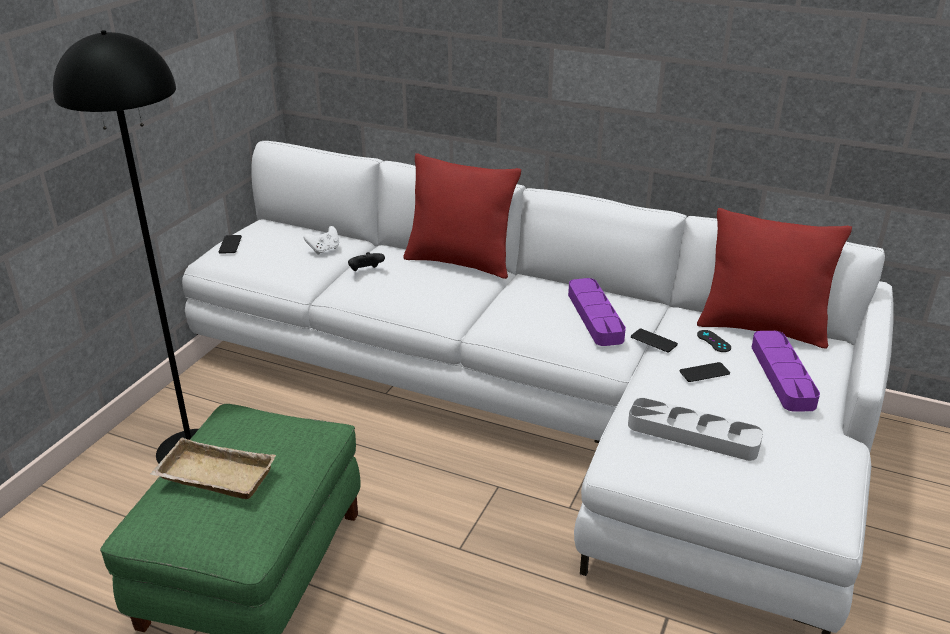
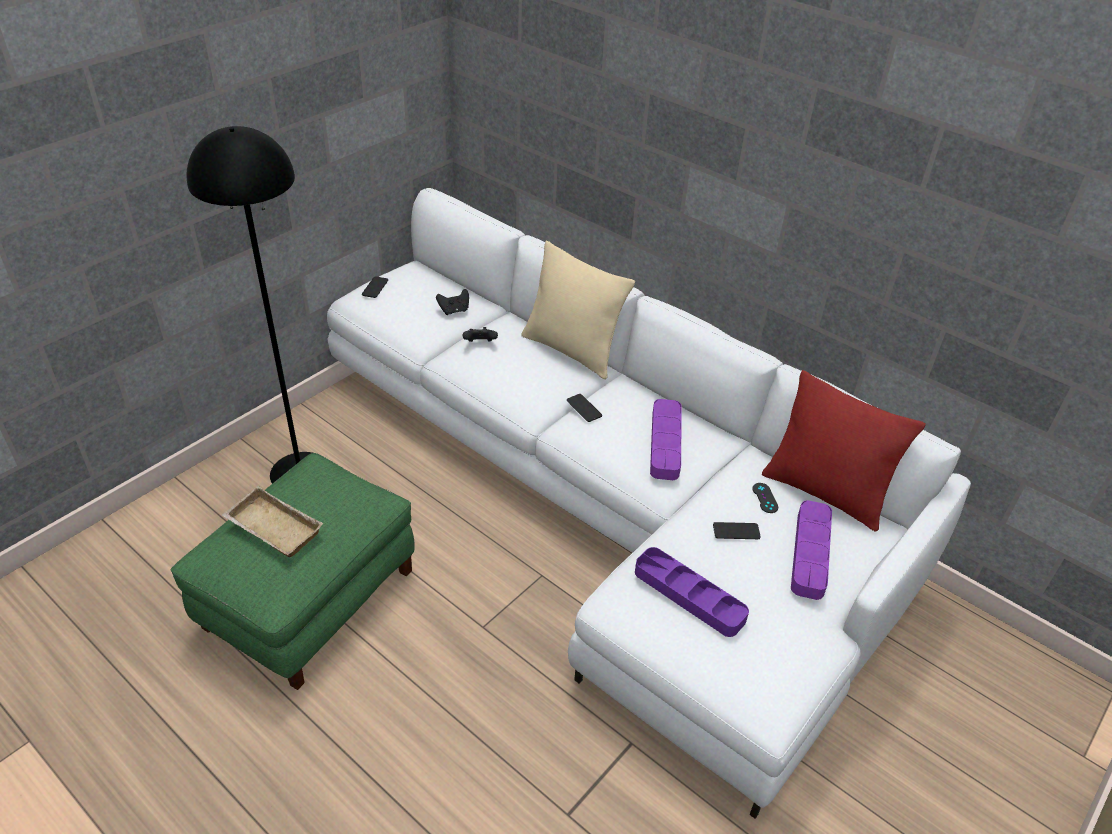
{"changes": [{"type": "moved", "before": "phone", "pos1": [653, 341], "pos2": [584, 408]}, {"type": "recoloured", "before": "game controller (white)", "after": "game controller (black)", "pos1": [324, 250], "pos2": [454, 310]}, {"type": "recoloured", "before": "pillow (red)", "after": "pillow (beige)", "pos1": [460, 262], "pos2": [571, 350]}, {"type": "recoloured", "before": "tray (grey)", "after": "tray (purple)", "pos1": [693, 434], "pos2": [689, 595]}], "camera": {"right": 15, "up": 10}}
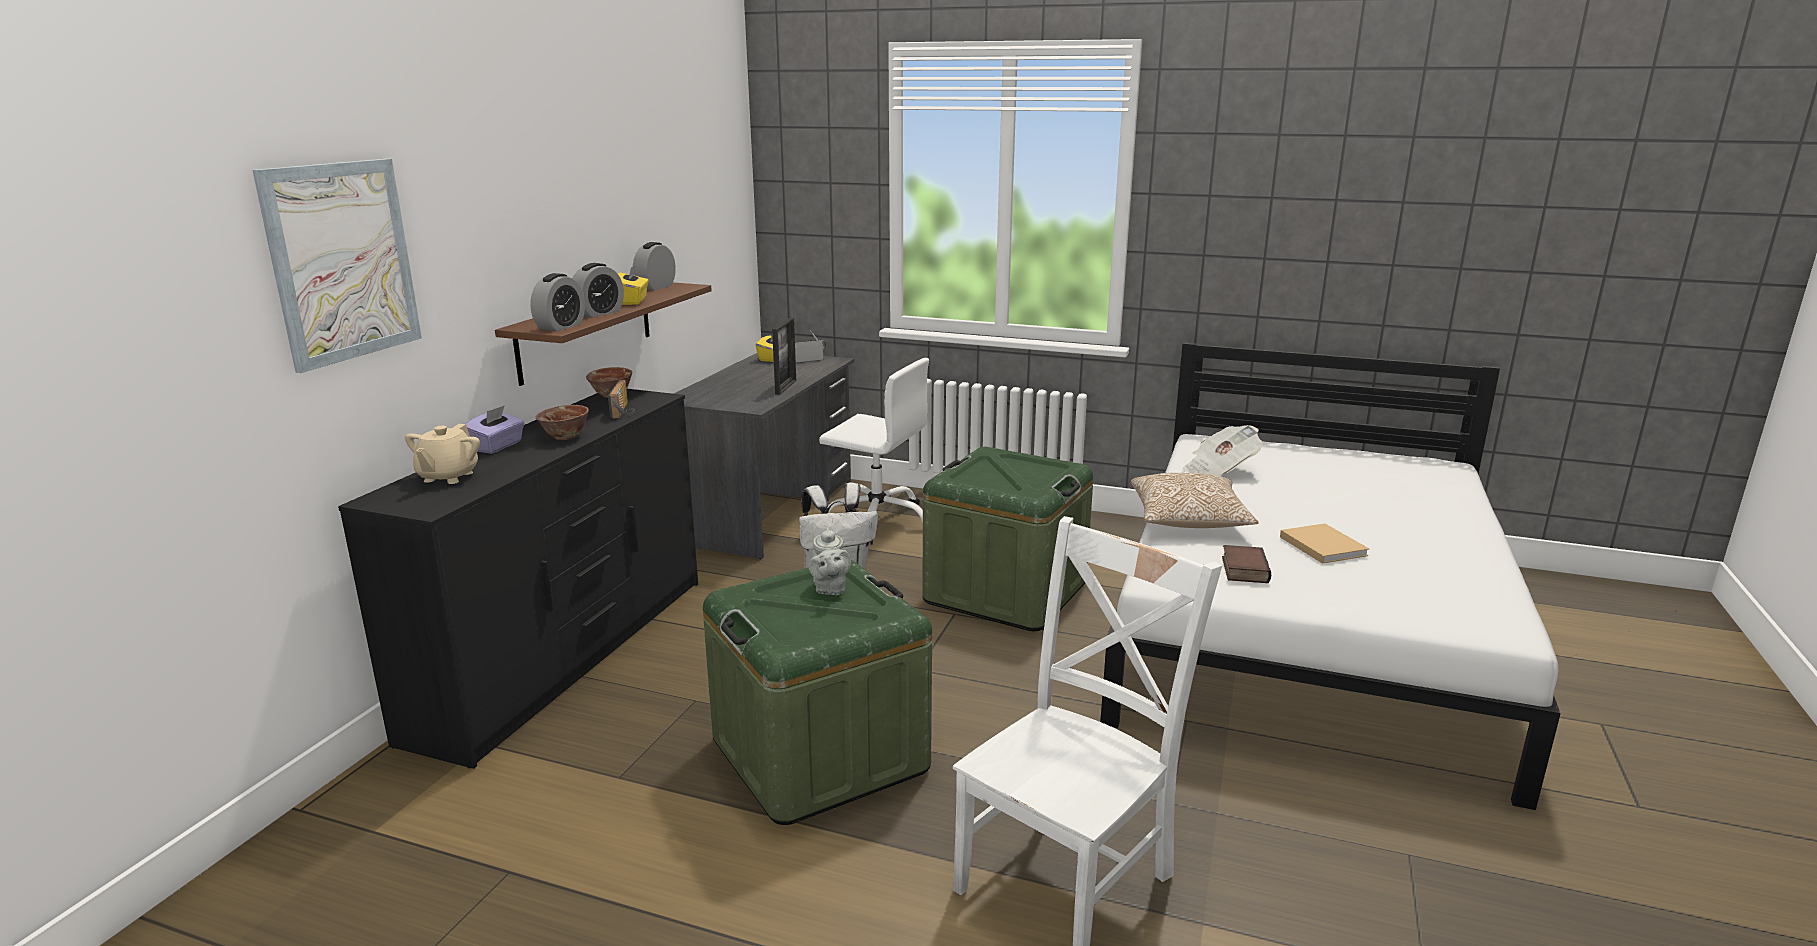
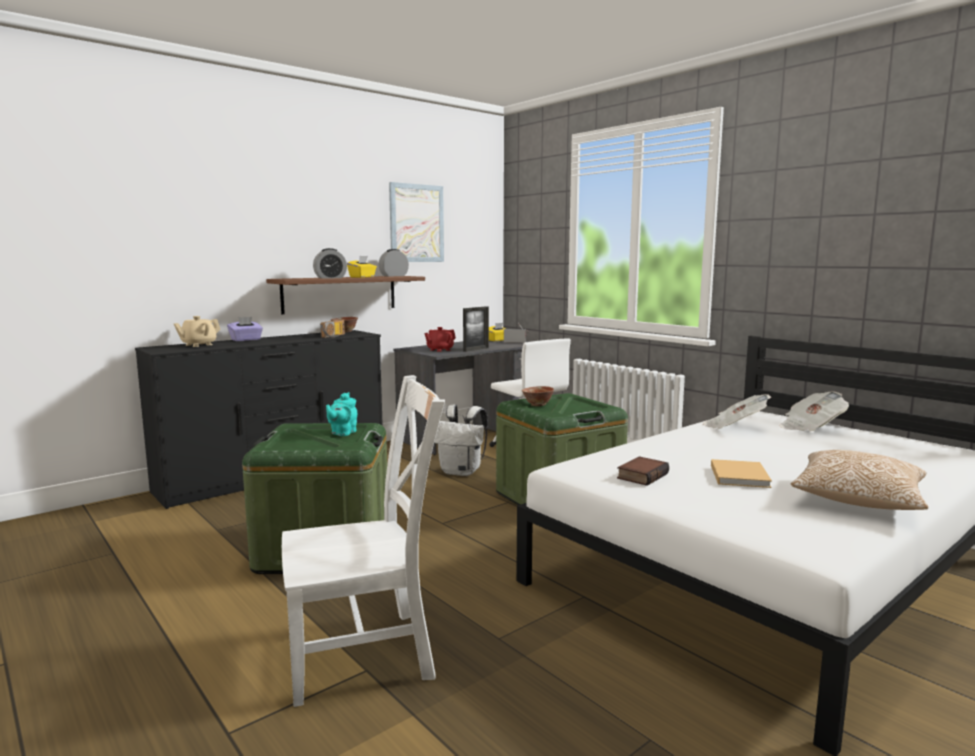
{"changes": [{"type": "removed", "before": "alarm clock", "pos1": [560, 326]}, {"type": "added", "after": "teapot (red)", "pos2": [439, 350]}, {"type": "added", "after": "newspaper", "pos2": [810, 427]}, {"type": "moved", "before": "picture", "pos1": [342, 262], "pos2": [416, 223]}, {"type": "moved", "before": "bowl", "pos1": [565, 437], "pos2": [537, 405]}, {"type": "moved", "before": "pillow", "pos1": [1188, 521], "pos2": [857, 501]}, {"type": "recoloured", "before": "teapot (grey)", "after": "teapot (turquoise)", "pos1": [829, 589], "pos2": [342, 433]}], "camera": {"right": 30, "up": -10}}
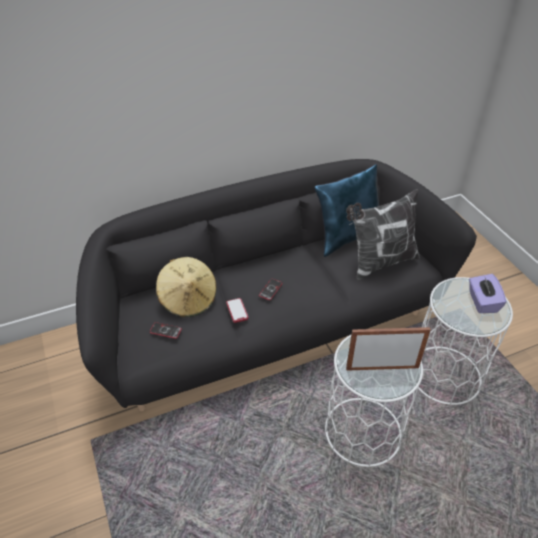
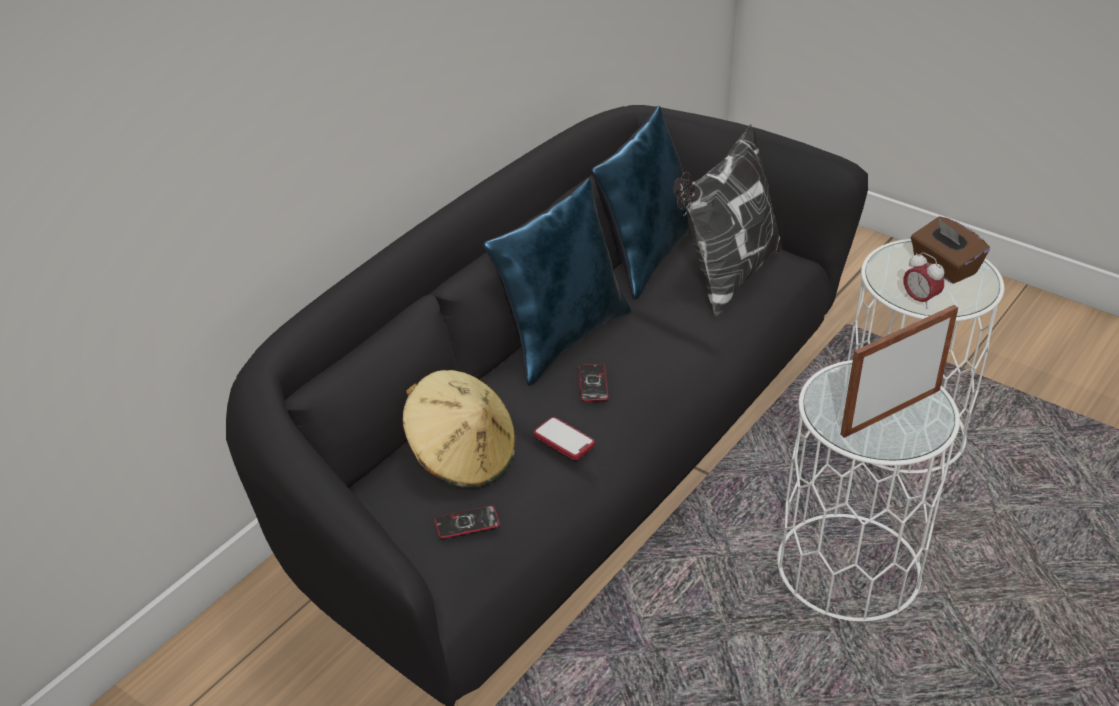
{"changes": [{"type": "added", "after": "pillow (blue)", "pos2": [561, 337]}, {"type": "added", "after": "alarm clock", "pos2": [919, 300]}, {"type": "recoloured", "before": "tissue box (purple)", "after": "tissue box (brown)", "pos1": [482, 302], "pos2": [944, 267]}], "camera": {"right": -30, "up": -5}}
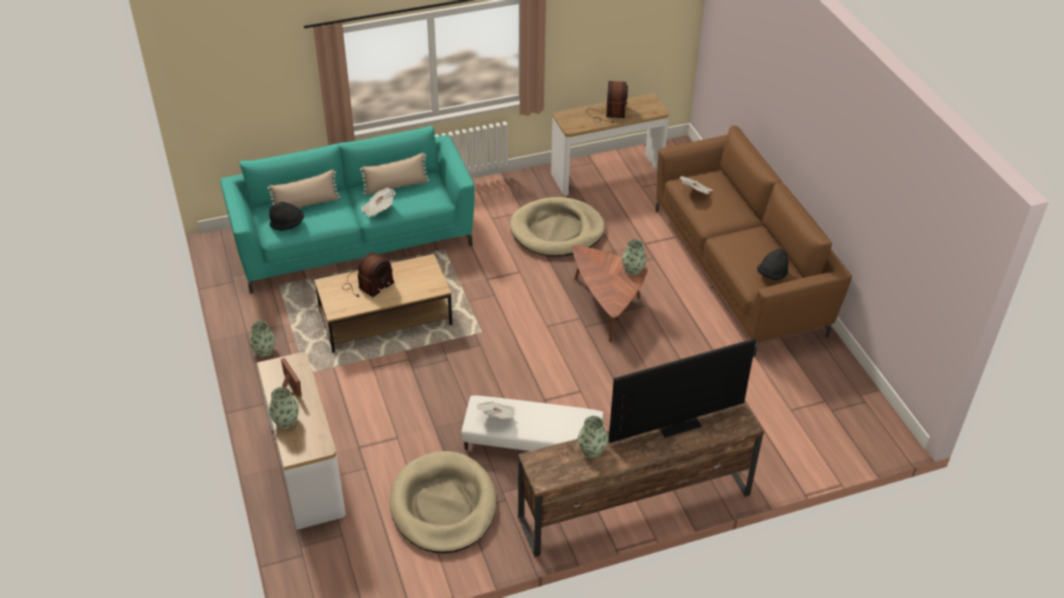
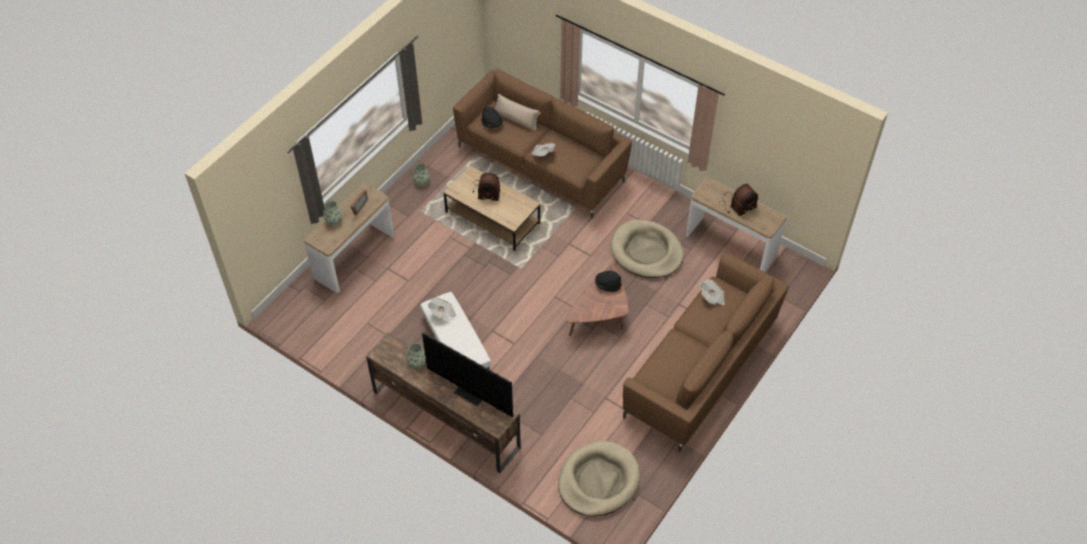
{"changes": [{"type": "removed", "before": "pillow (beige)", "pos1": [396, 186]}, {"type": "removed", "before": "vase", "pos1": [633, 269]}, {"type": "moved", "before": "dog bed (beige)", "pos1": [443, 506], "pos2": [598, 481]}, {"type": "moved", "before": "hat (black)", "pos1": [772, 274], "pos2": [607, 285]}, {"type": "recoloured", "before": "sofa (turquoise)", "after": "sofa (brown)", "pos1": [354, 243], "pos2": [541, 163]}], "camera": {"right": 55, "up": 10}}
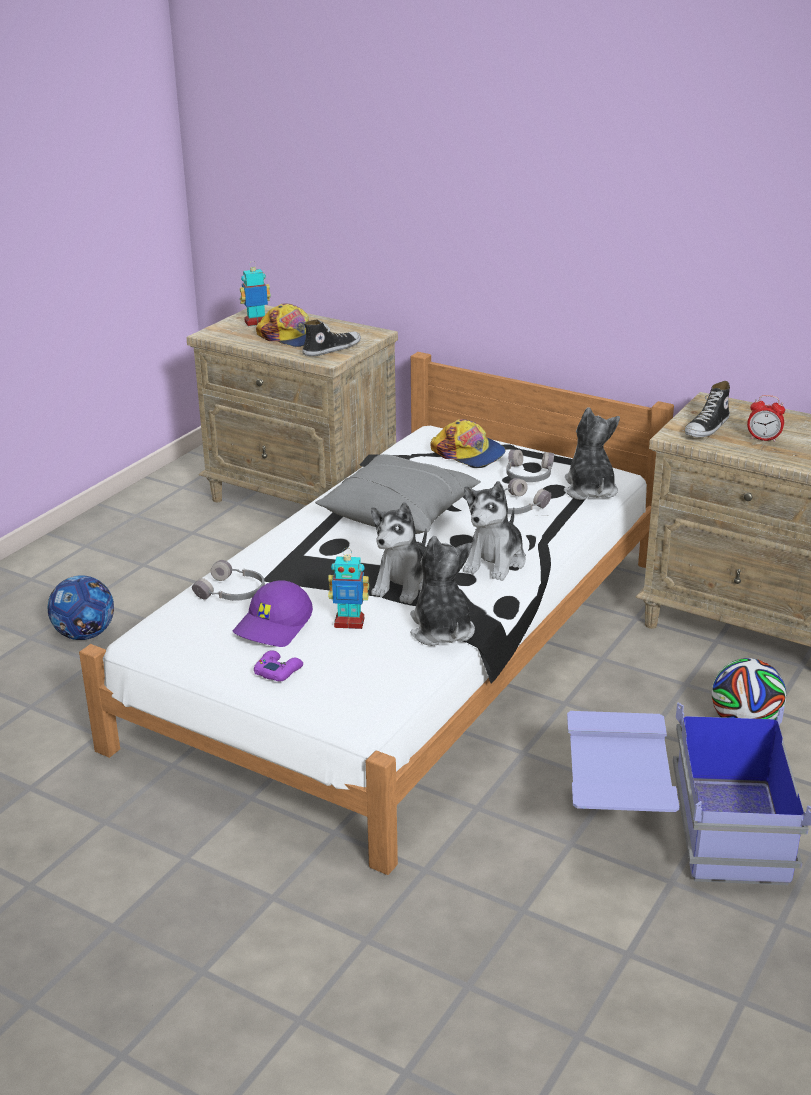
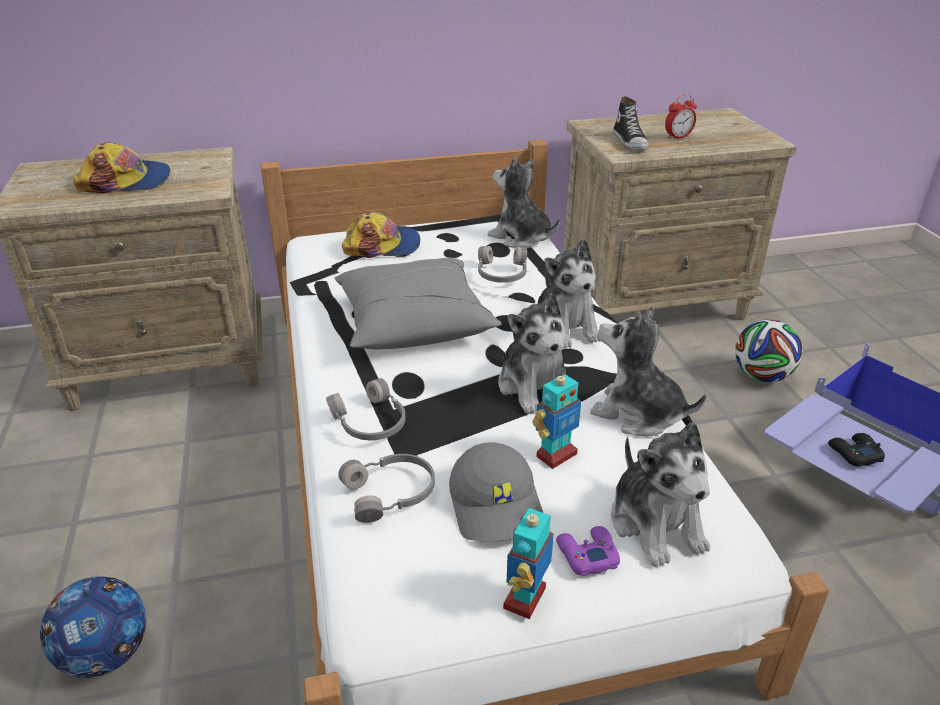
{"changes": [{"type": "removed", "before": "shoe", "pos1": [331, 349]}, {"type": "added", "after": "plush toy", "pos2": [656, 524]}, {"type": "added", "after": "game controller (black)", "pos2": [854, 453]}, {"type": "moved", "before": "toy robot", "pos1": [256, 323], "pos2": [526, 599]}, {"type": "moved", "before": "headphones (grey)", "pos1": [528, 475], "pos2": [369, 422]}, {"type": "recoloured", "before": "cap (purple)", "after": "cap (grey)", "pos1": [274, 626], "pos2": [497, 505]}], "camera": {"right": -45, "up": 5}}
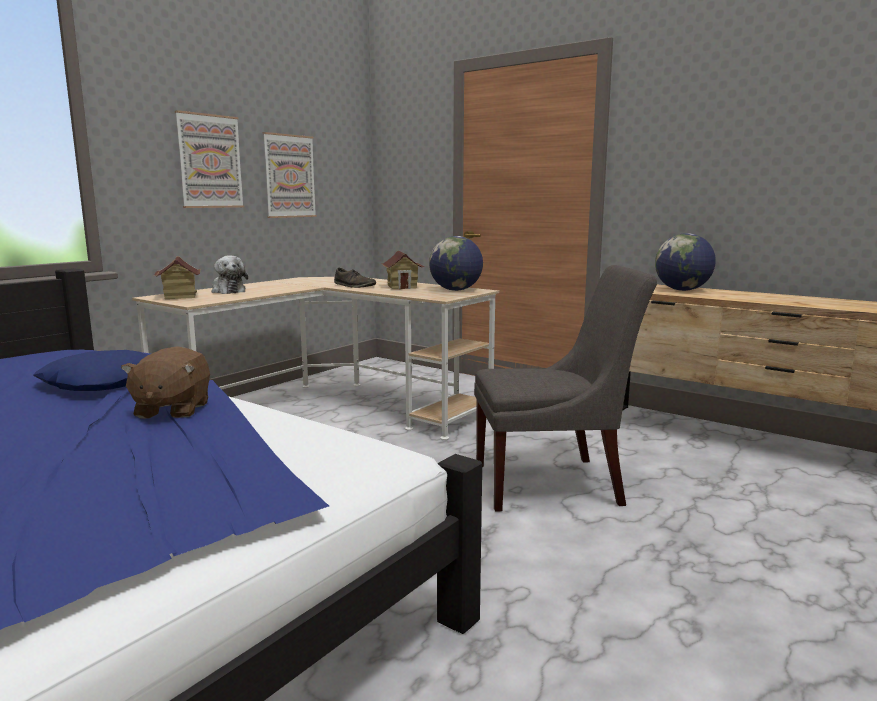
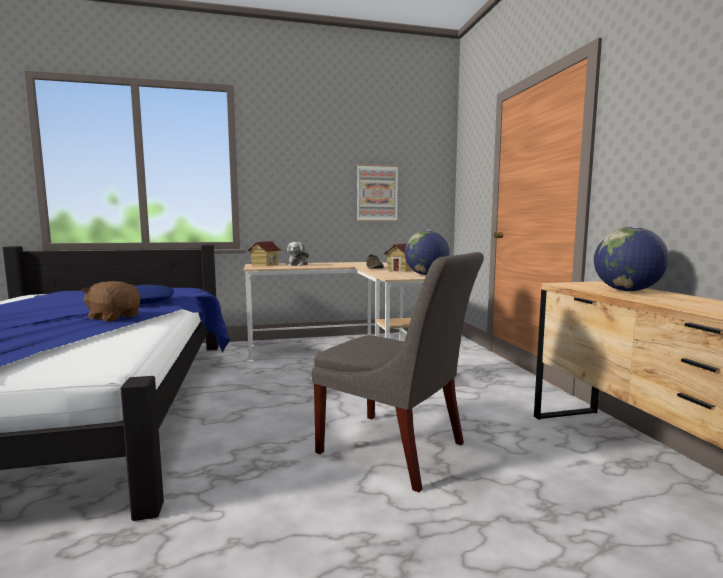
{"changes": [{"type": "removed", "before": "picture", "pos1": [210, 161]}, {"type": "turned", "before": "plush toy (brown)", "pos1": [172, 410], "pos2": [114, 317], "turn": 75}], "camera": {"right": 40, "up": -5}}
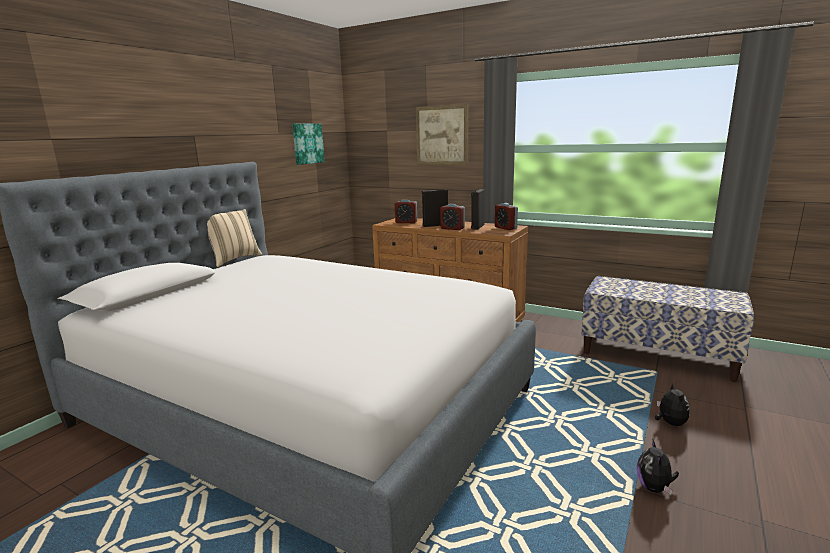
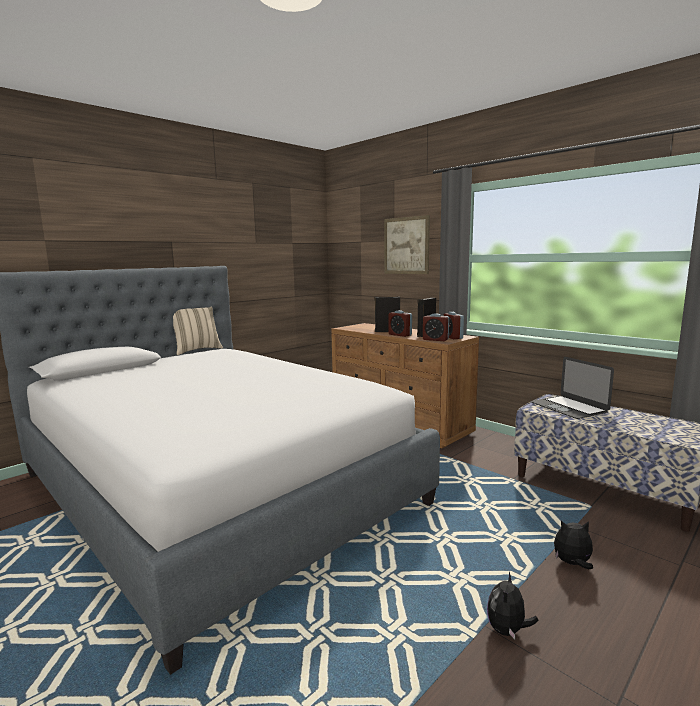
{"changes": [{"type": "removed", "before": "picture", "pos1": [307, 143]}, {"type": "added", "after": "laptop", "pos2": [569, 407]}, {"type": "moved", "before": "alarm clock", "pos1": [406, 222], "pos2": [435, 339]}, {"type": "turned", "before": "plush toy", "pos1": [670, 423], "pos2": [572, 564], "turn": -105}], "camera": {"right": 15, "up": -5}}
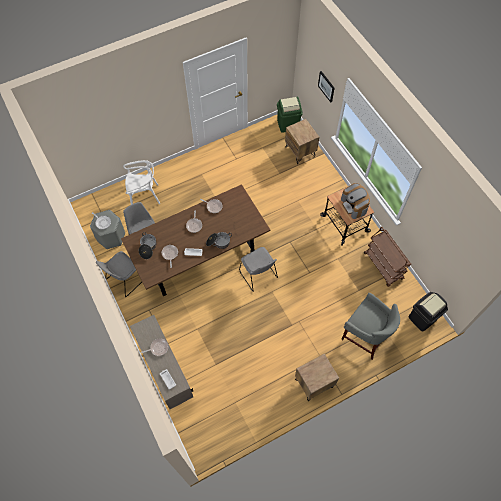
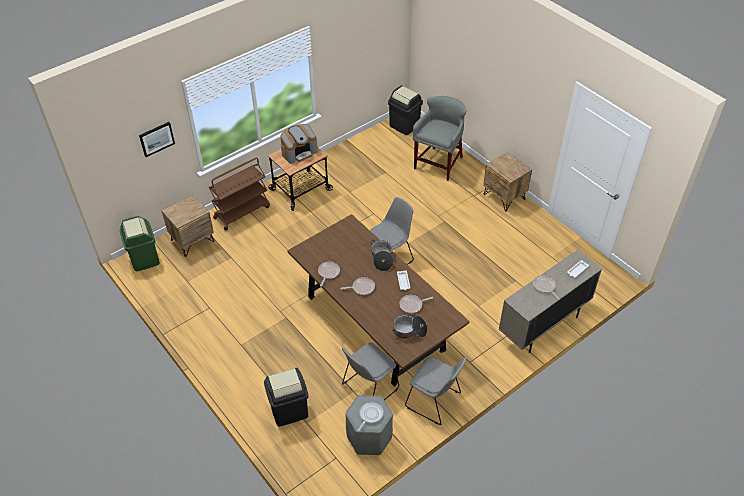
{"changes": [{"type": "moved", "before": "cart (brown)", "pos1": [383, 266], "pos2": [242, 212]}, {"type": "replaced", "before": "chair (white)", "after": "trash can (black)", "pos1": [144, 196], "pos2": [289, 410]}], "camera": {"right": -100, "up": -15}}
